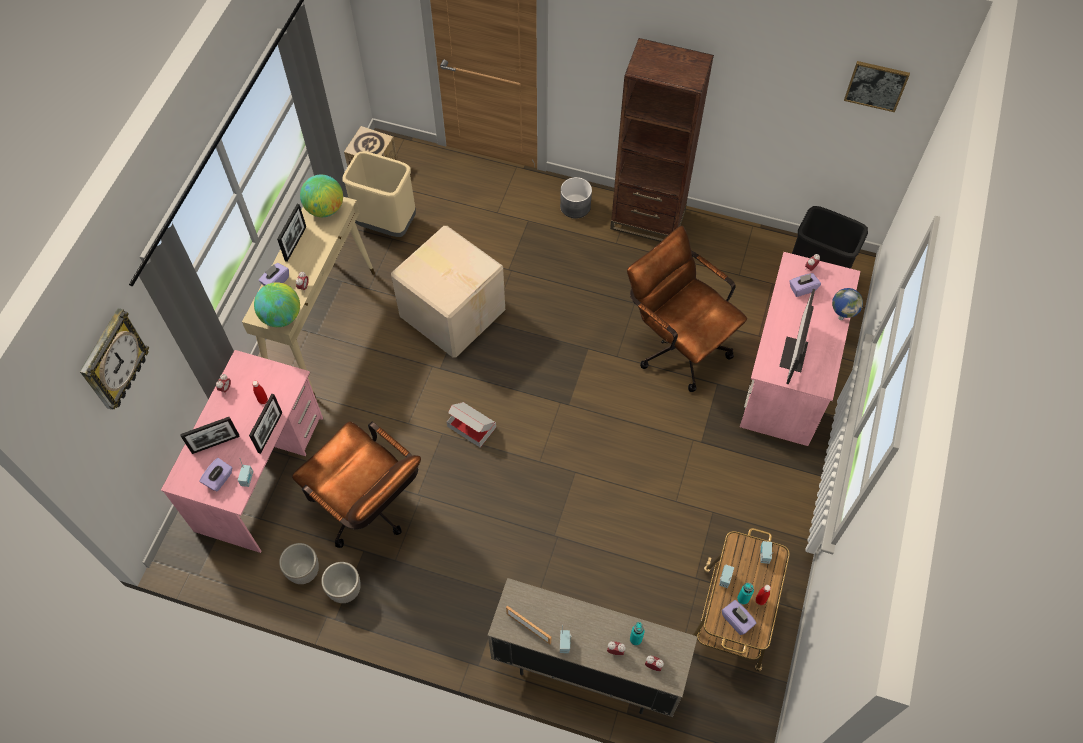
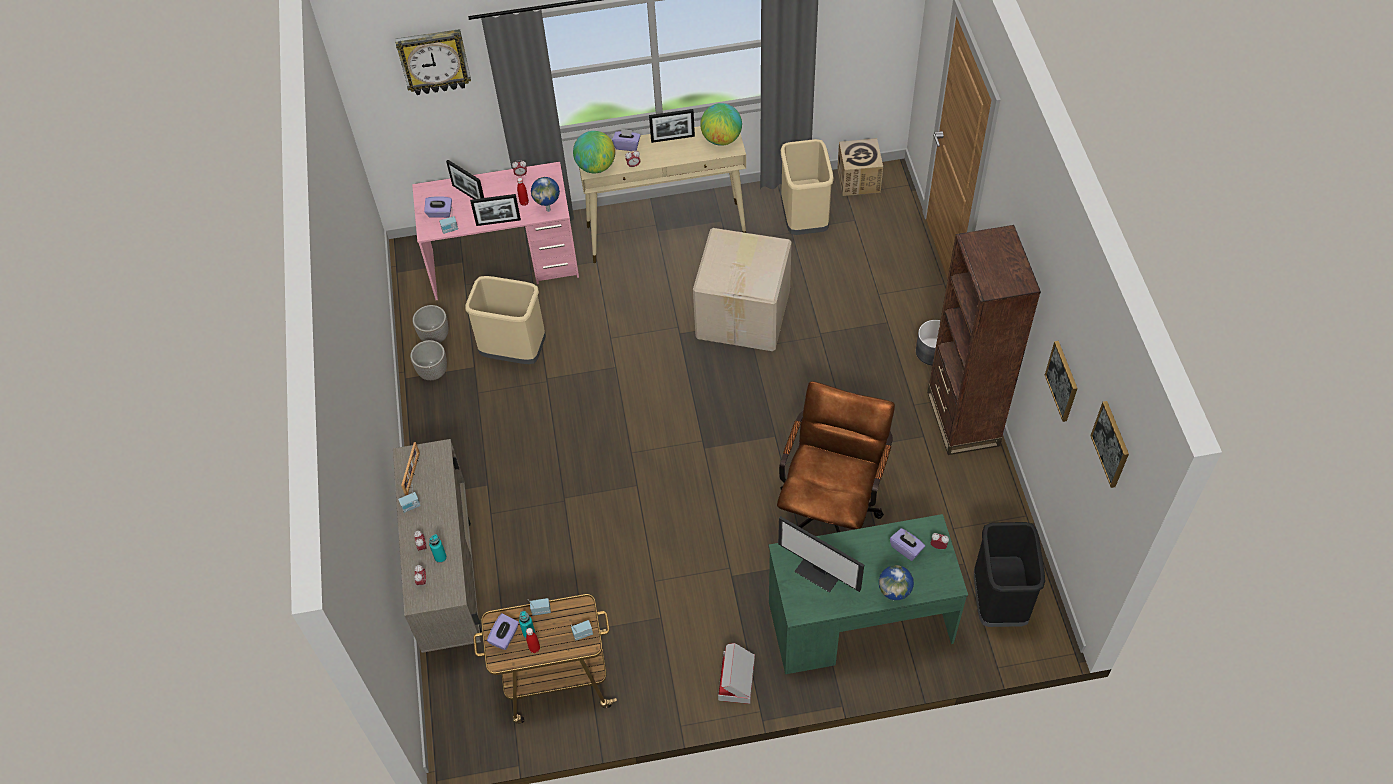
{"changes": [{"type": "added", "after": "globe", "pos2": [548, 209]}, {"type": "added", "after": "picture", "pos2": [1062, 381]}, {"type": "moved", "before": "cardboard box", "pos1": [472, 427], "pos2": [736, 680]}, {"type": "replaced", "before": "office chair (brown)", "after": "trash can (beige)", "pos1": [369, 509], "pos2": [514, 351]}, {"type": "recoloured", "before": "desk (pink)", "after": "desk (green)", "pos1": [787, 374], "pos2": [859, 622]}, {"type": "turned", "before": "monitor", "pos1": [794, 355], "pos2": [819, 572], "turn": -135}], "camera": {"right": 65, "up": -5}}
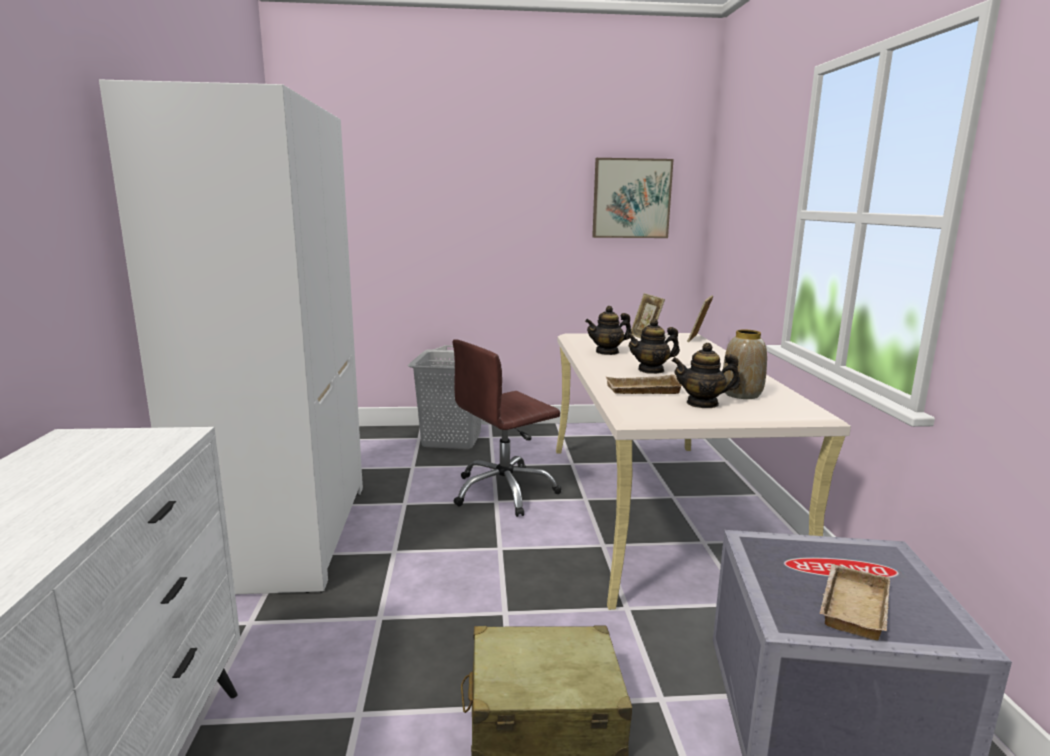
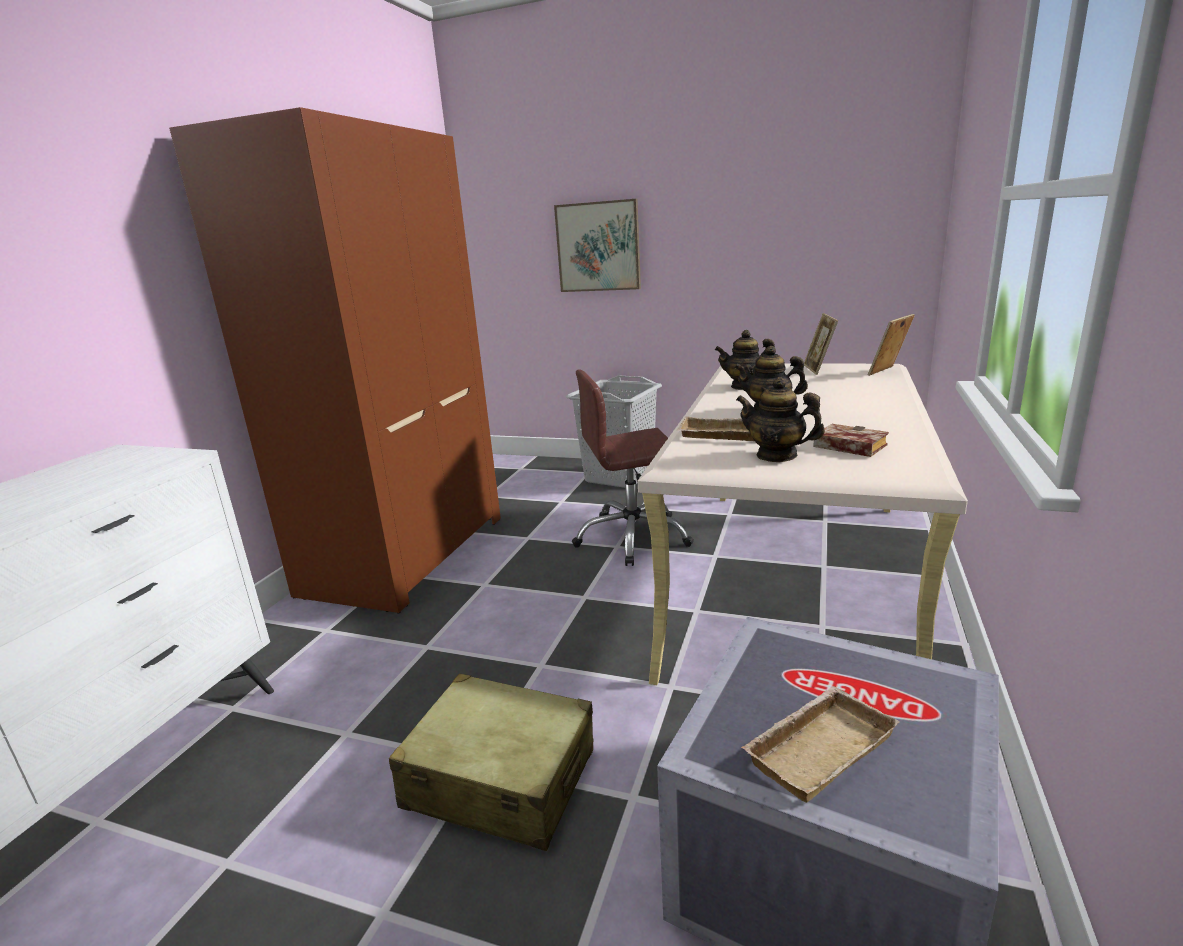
{"changes": [{"type": "moved", "before": "picture", "pos1": [631, 198], "pos2": [598, 247]}, {"type": "replaced", "before": "vase", "after": "book", "pos1": [741, 394], "pos2": [846, 447]}, {"type": "recoloured", "before": "wardrobe (white)", "after": "wardrobe (brown)", "pos1": [283, 534], "pos2": [406, 554]}], "camera": {"right": 25, "up": 5}}
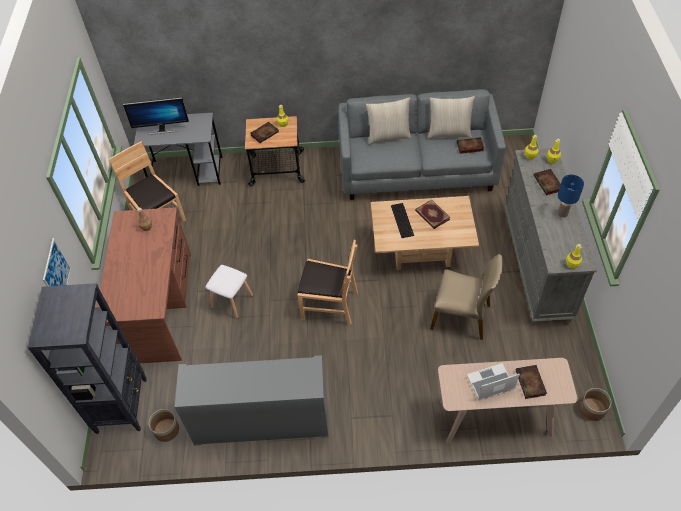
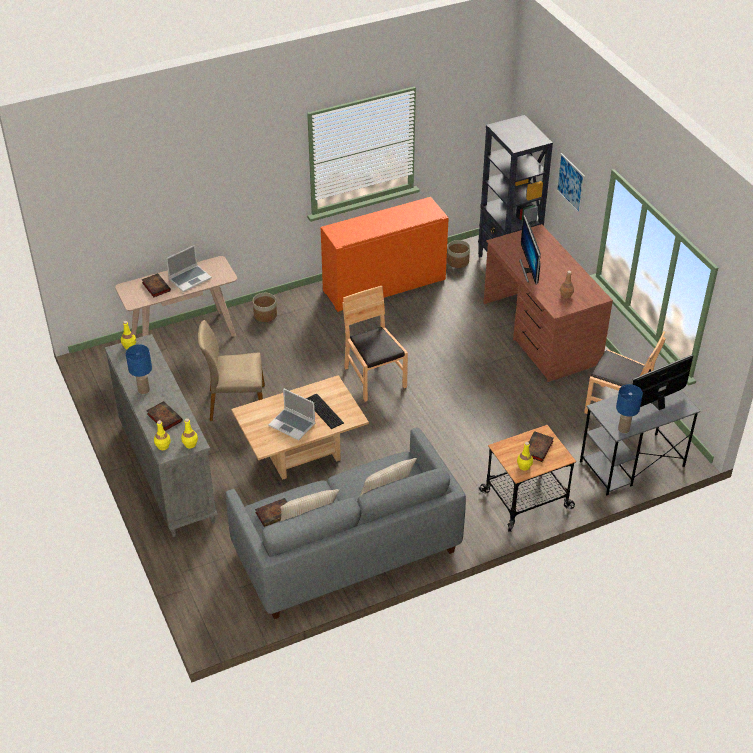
{"changes": [{"type": "removed", "before": "stool (white)", "pos1": [232, 302]}, {"type": "added", "after": "monitor", "pos2": [529, 270]}, {"type": "added", "after": "table lamp (blue)", "pos2": [624, 429]}, {"type": "moved", "before": "planter", "pos1": [592, 409], "pos2": [265, 315]}, {"type": "replaced", "before": "book", "after": "laptop", "pos1": [432, 215], "pos2": [293, 425]}, {"type": "recoloured", "before": "cabinet (grey)", "after": "cabinet (orange)", "pos1": [261, 421], "pos2": [384, 285]}, {"type": "turned", "before": "chair (brown)", "pos1": [329, 305], "pos2": [374, 378], "turn": 75}], "camera": {"right": 155, "up": -10}}
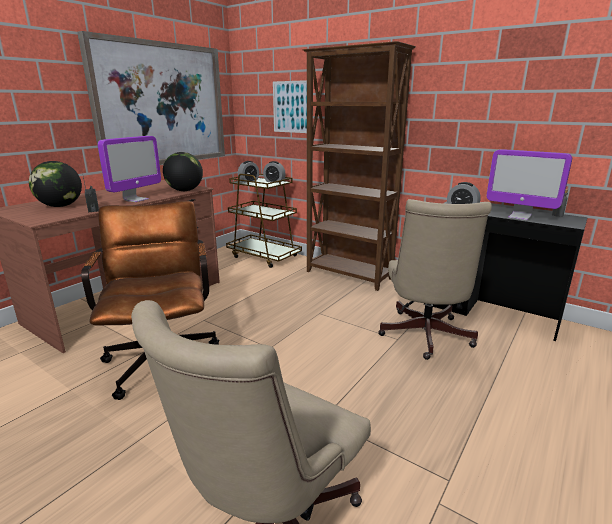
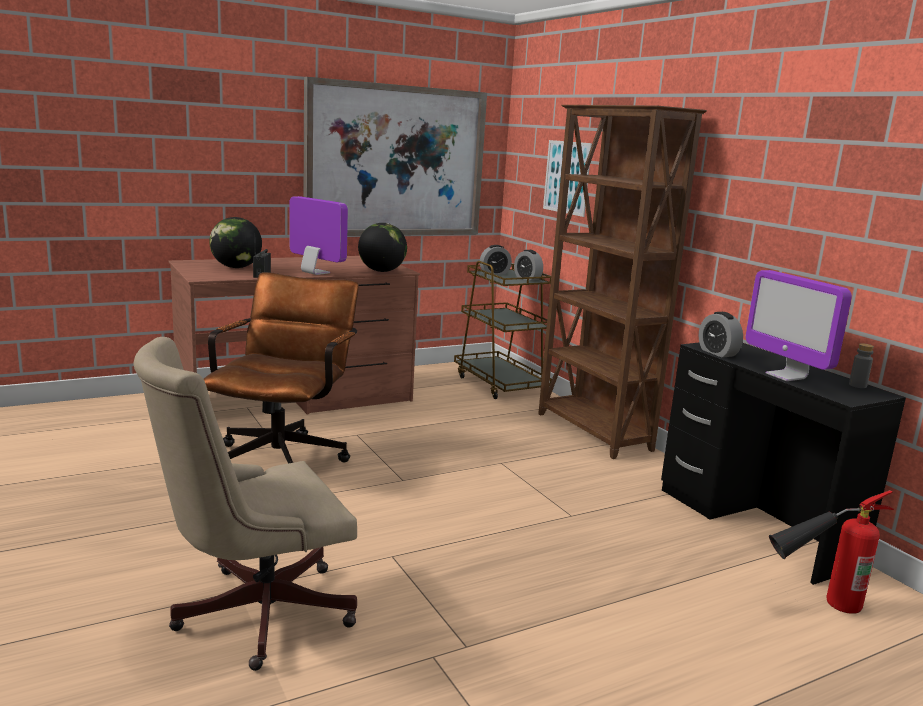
{"changes": [{"type": "removed", "before": "office chair (beige)", "pos1": [424, 337]}, {"type": "added", "after": "fire extinguisher", "pos2": [815, 605]}, {"type": "turned", "before": "monitor", "pos1": [136, 200], "pos2": [315, 272], "turn": -105}], "camera": {"right": 25, "up": -5}}
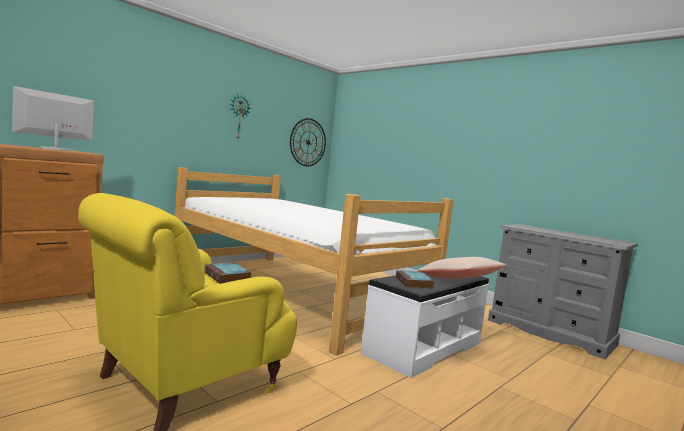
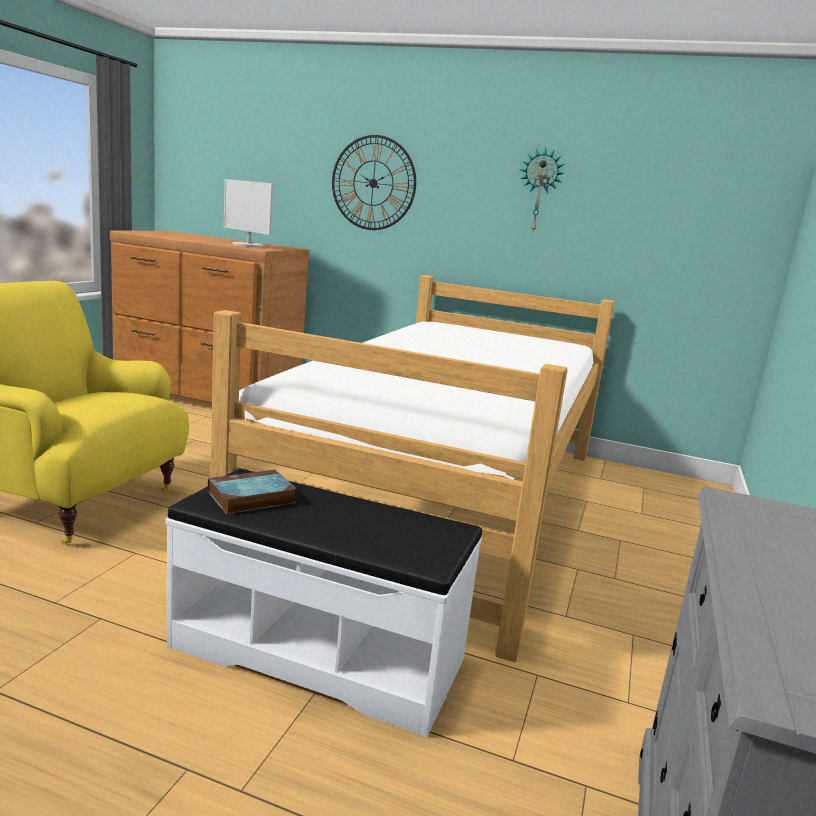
{"changes": [{"type": "removed", "before": "book", "pos1": [228, 277]}, {"type": "removed", "before": "pillow (beige)", "pos1": [459, 280]}, {"type": "moved", "before": "wall clock", "pos1": [308, 142], "pos2": [373, 183]}, {"type": "turned", "before": "monitor", "pos1": [55, 149], "pos2": [248, 245], "turn": -150}], "camera": {"right": 65, "up": 10}}
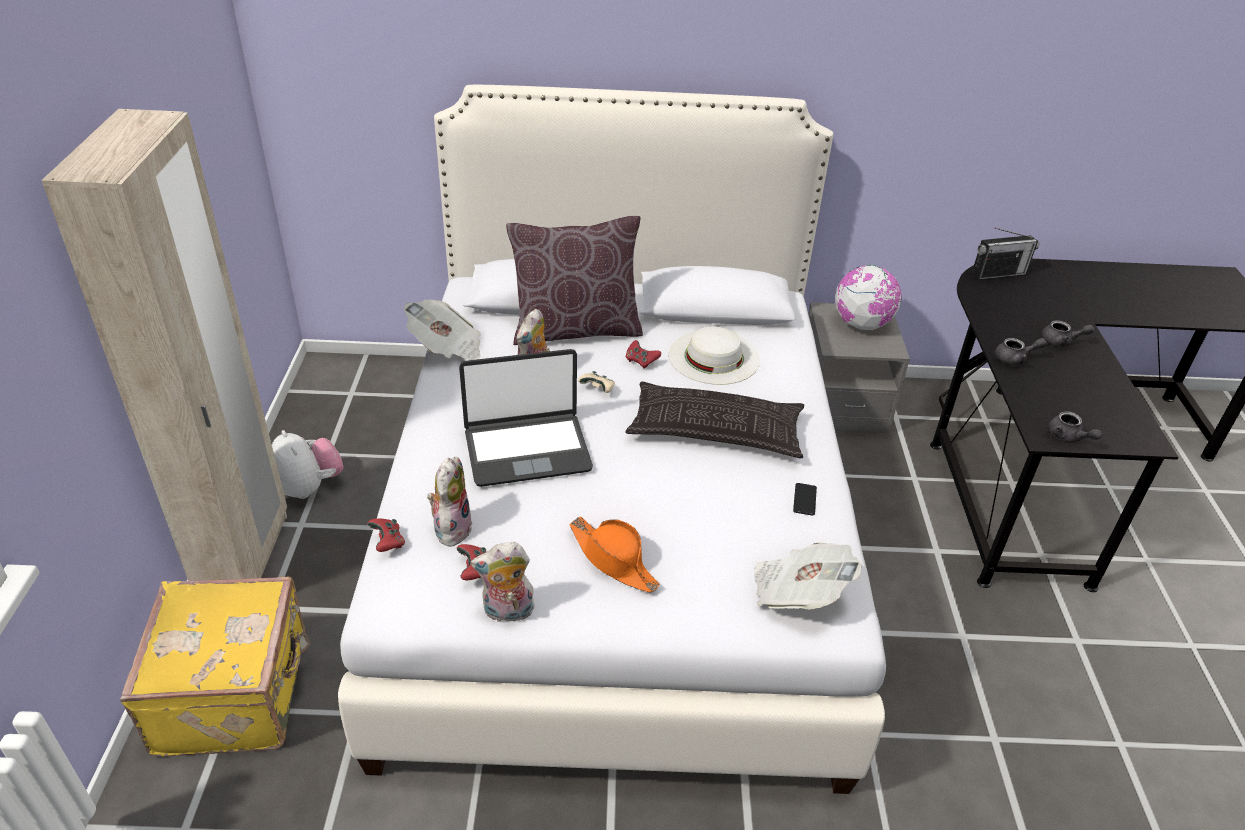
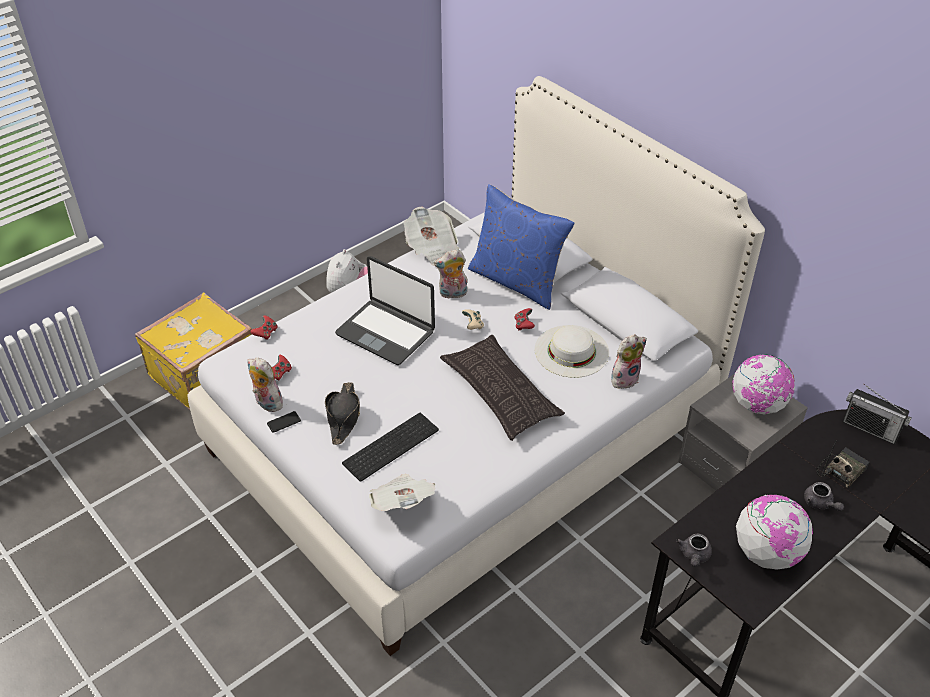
{"changes": [{"type": "removed", "before": "wardrobe (beige)", "pos1": [246, 559]}, {"type": "removed", "before": "teapot (grey)", "pos1": [1014, 359]}, {"type": "added", "after": "keyboard", "pos2": [390, 445]}, {"type": "added", "after": "globe", "pos2": [766, 553]}, {"type": "added", "after": "radio", "pos2": [841, 470]}, {"type": "moved", "before": "plush toy", "pos1": [451, 528], "pos2": [624, 378]}, {"type": "moved", "before": "phone", "pos1": [804, 499], "pos2": [284, 422]}, {"type": "recoloured", "before": "pillow (brown)", "after": "pillow (blue)", "pos1": [576, 329], "pos2": [517, 281]}, {"type": "recoloured", "before": "hat (orange)", "after": "hat (black)", "pos1": [613, 560], "pos2": [343, 417]}], "camera": {"right": 50, "up": 5}}
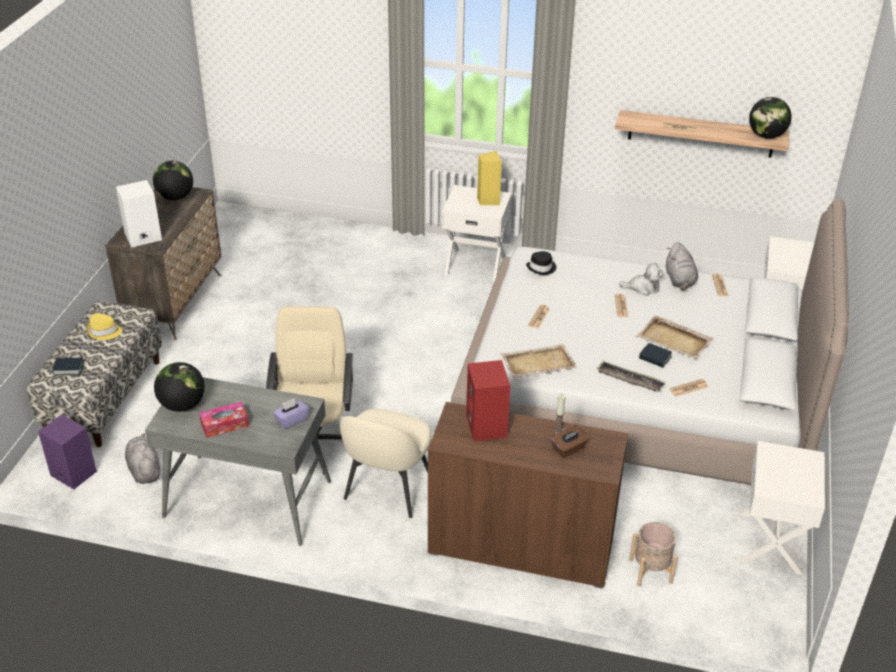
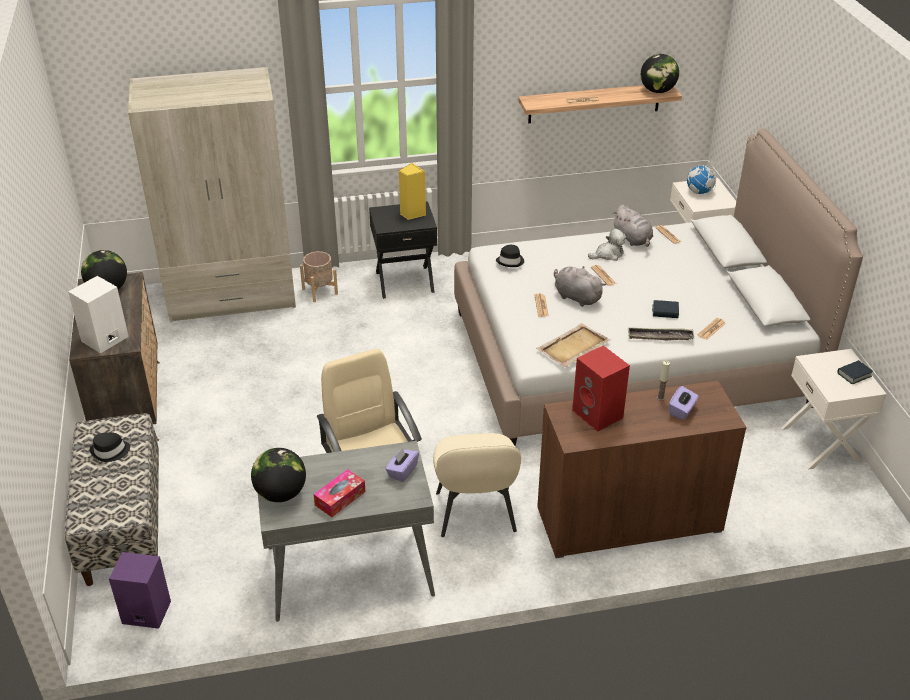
{"changes": [{"type": "removed", "before": "tray (beige)", "pos1": [675, 340]}, {"type": "added", "after": "wardrobe (beige)", "pos2": [232, 296]}, {"type": "added", "after": "globe", "pos2": [699, 192]}, {"type": "moved", "before": "book", "pos1": [68, 368], "pos2": [854, 375]}, {"type": "moved", "before": "plush toy (grey)", "pos1": [144, 470], "pos2": [576, 297]}, {"type": "moved", "before": "planter (beige)", "pos1": [651, 571], "pos2": [320, 291]}, {"type": "recoloured", "before": "hat (yellow)", "after": "hat (black)", "pos1": [104, 332], "pos2": [110, 451]}, {"type": "recoloured", "before": "nightstand (white)", "after": "nightstand (black)", "pos1": [475, 264], "pos2": [404, 281]}, {"type": "recoloured", "before": "tissue box (brown)", "after": "tissue box (purple)", "pos1": [568, 449], "pos2": [682, 410]}], "camera": {"right": -25, "up": 0}}
